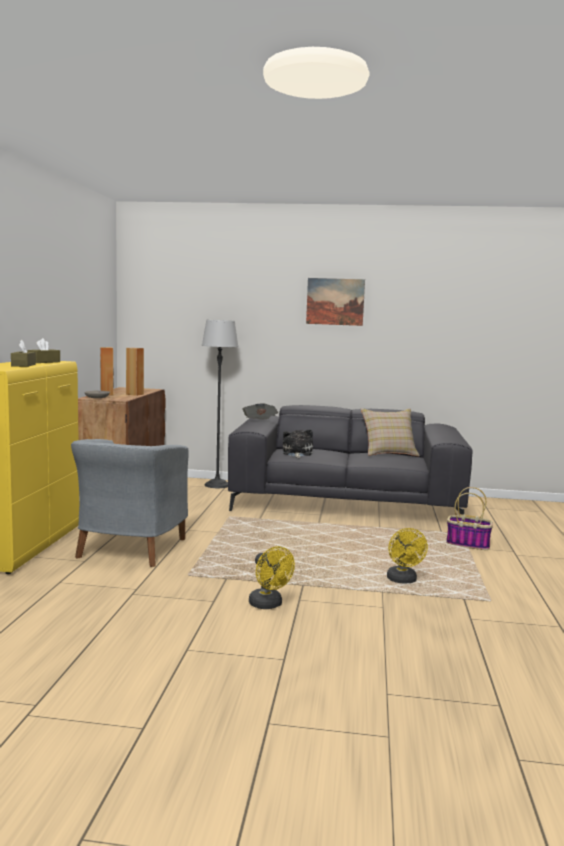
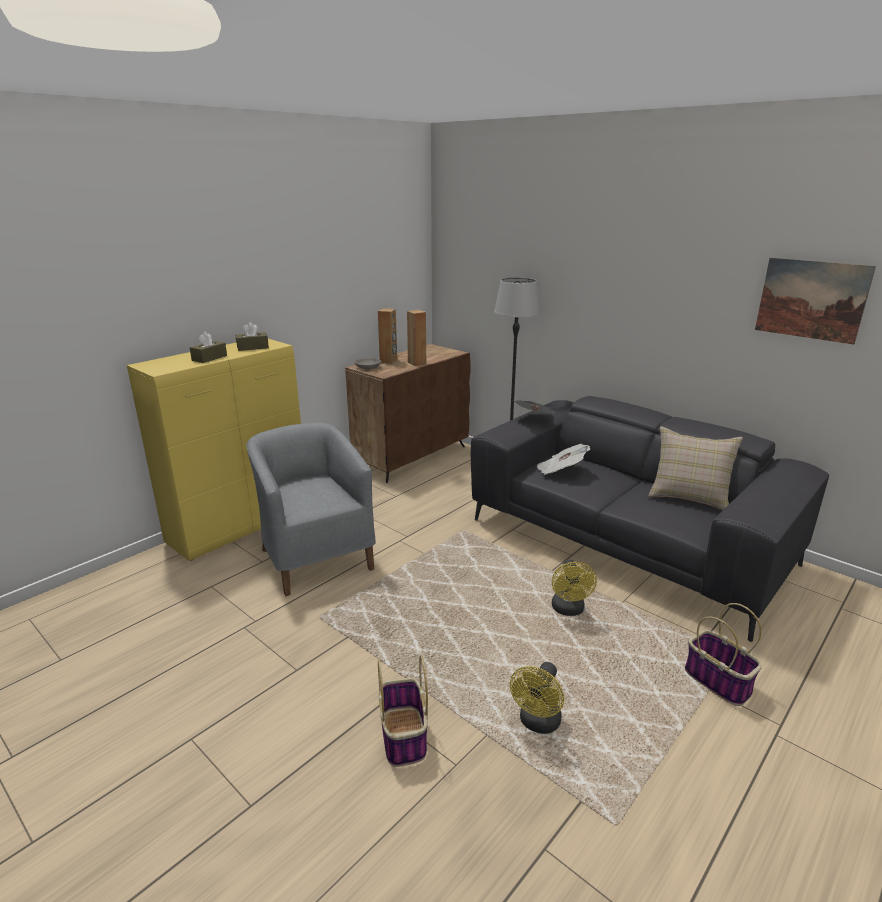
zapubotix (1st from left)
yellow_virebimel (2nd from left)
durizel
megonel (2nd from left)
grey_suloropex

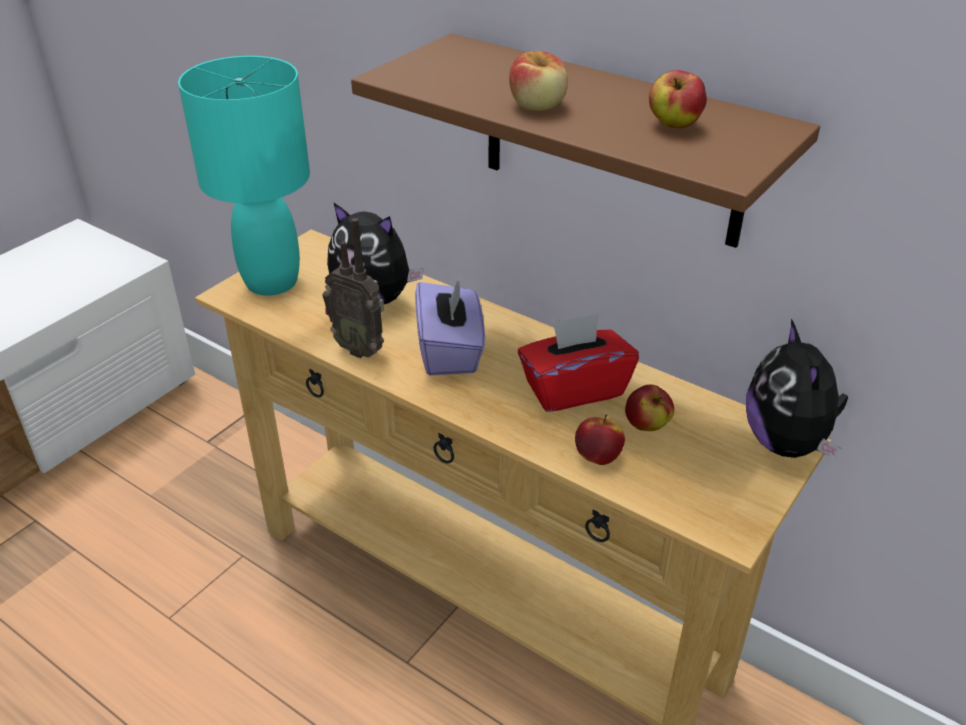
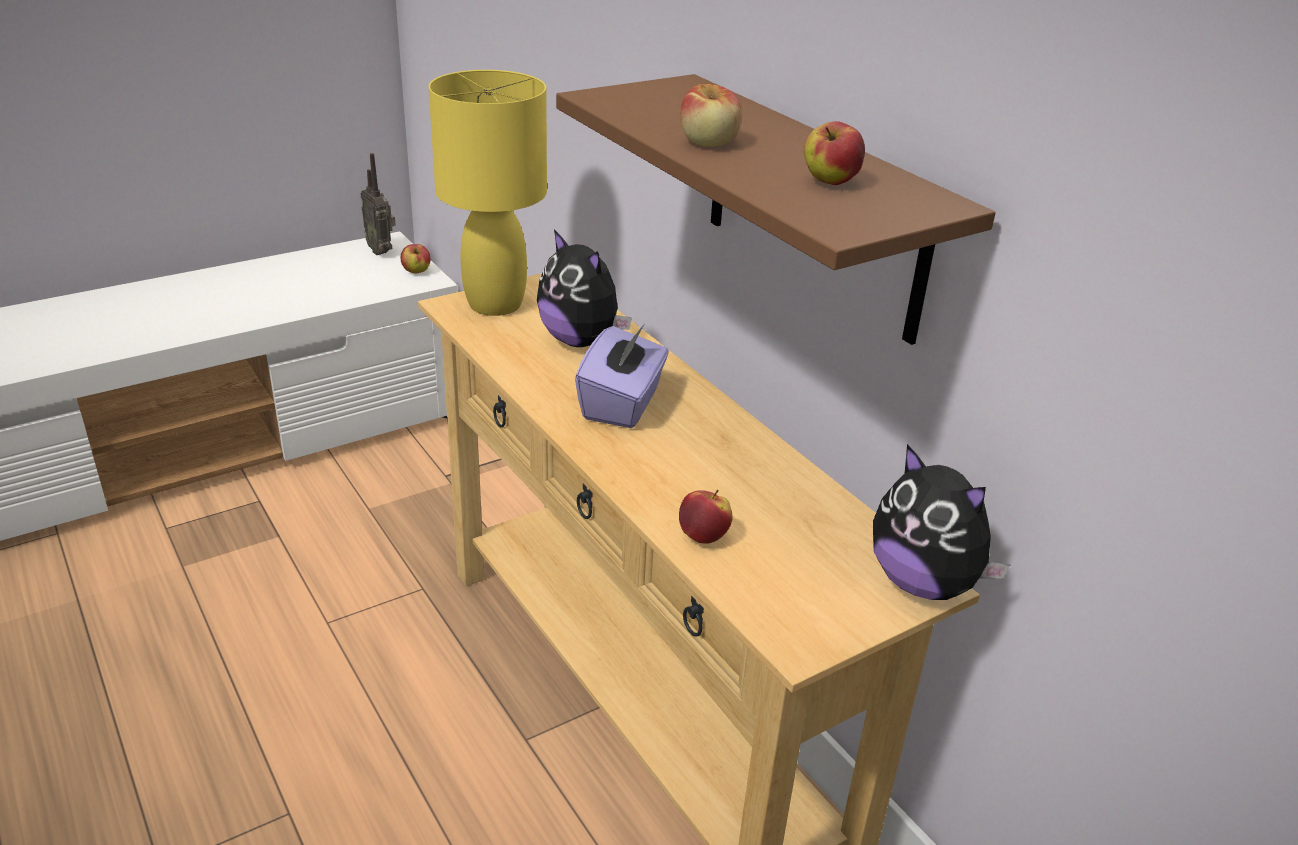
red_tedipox
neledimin
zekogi (1st from left)
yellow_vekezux
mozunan (2nd from left)

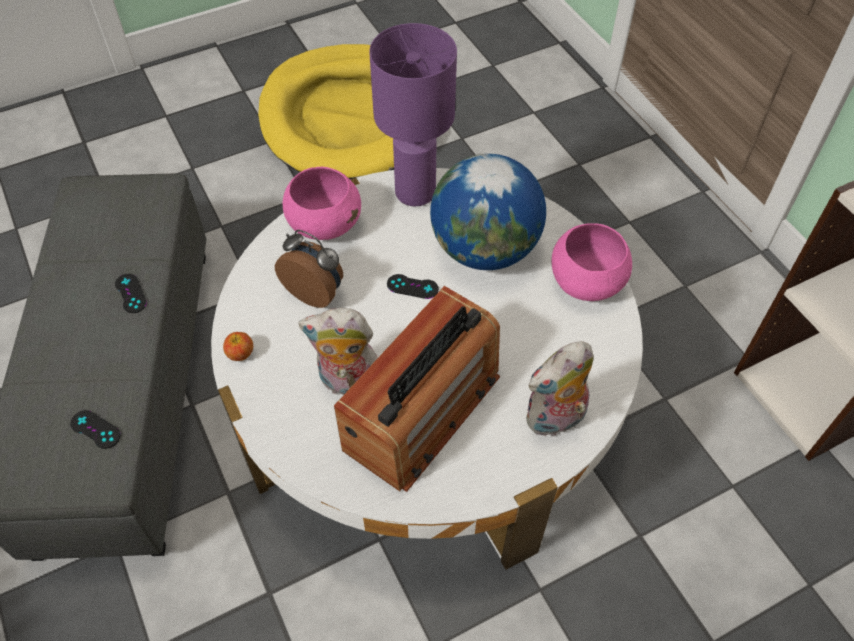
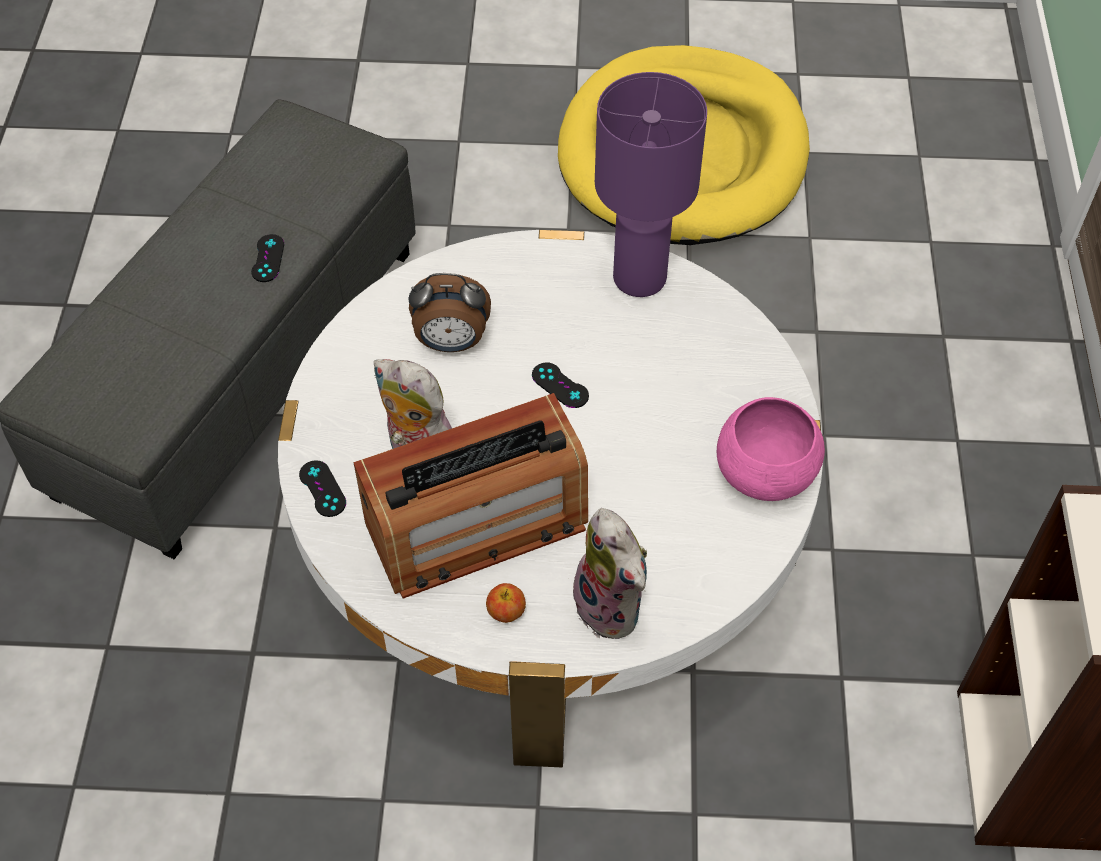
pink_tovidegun (1st from left in the first image)
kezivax
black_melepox (2nd from left)
zekogi
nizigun
mozunan (2nd from left)

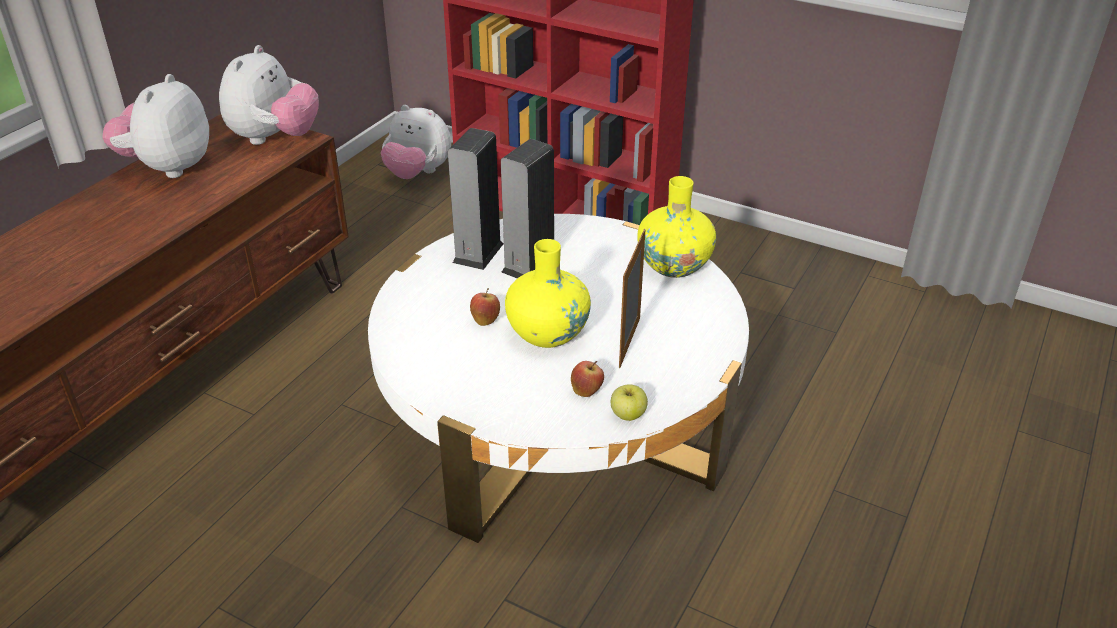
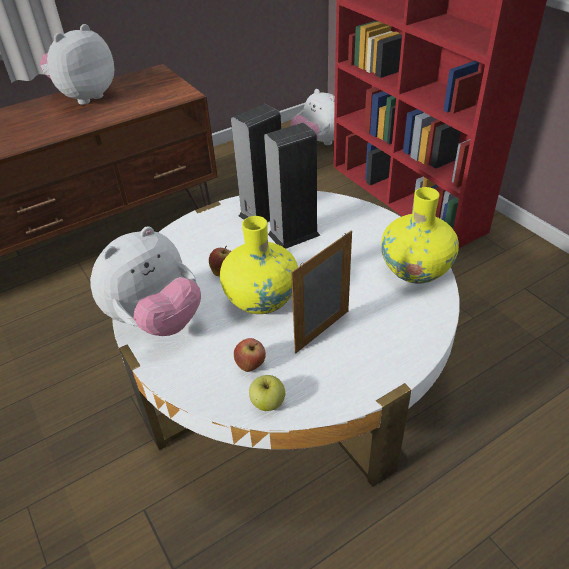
mozunan (2nd from left)

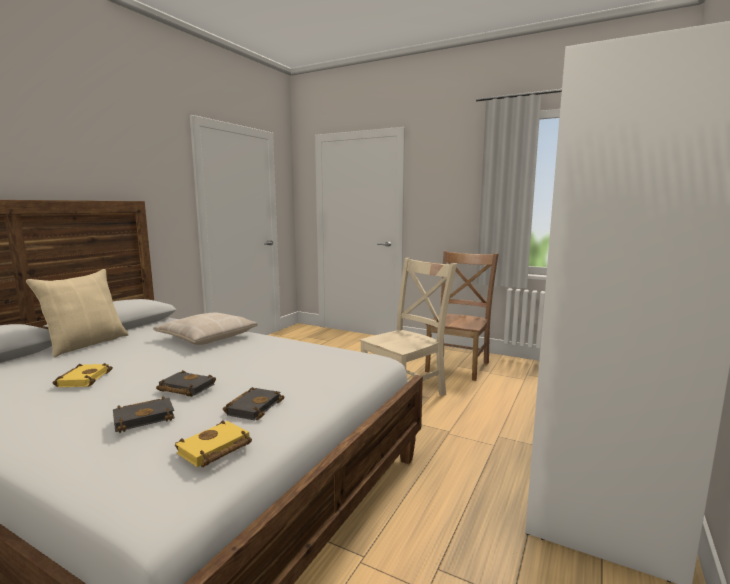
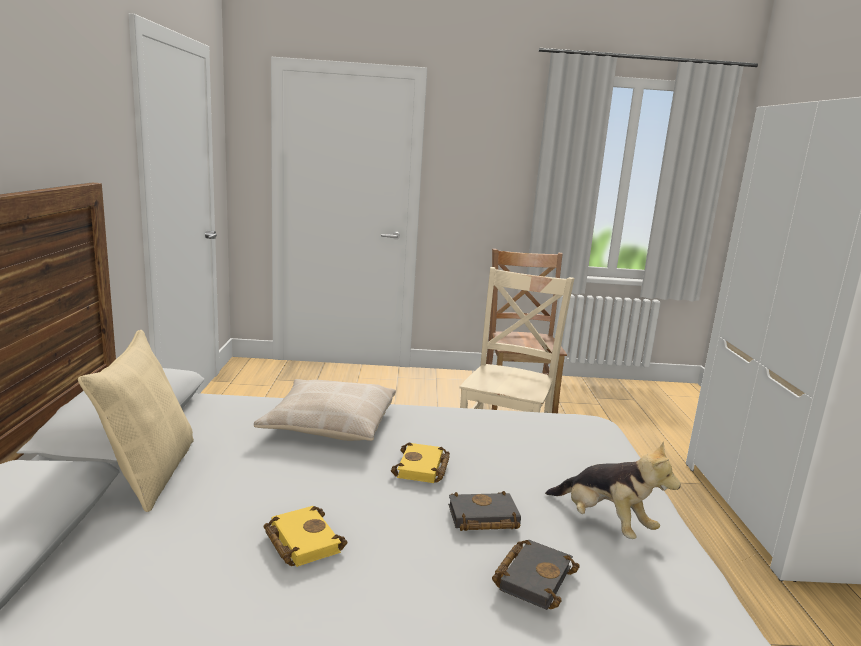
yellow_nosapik (2nd from left)
mozunan

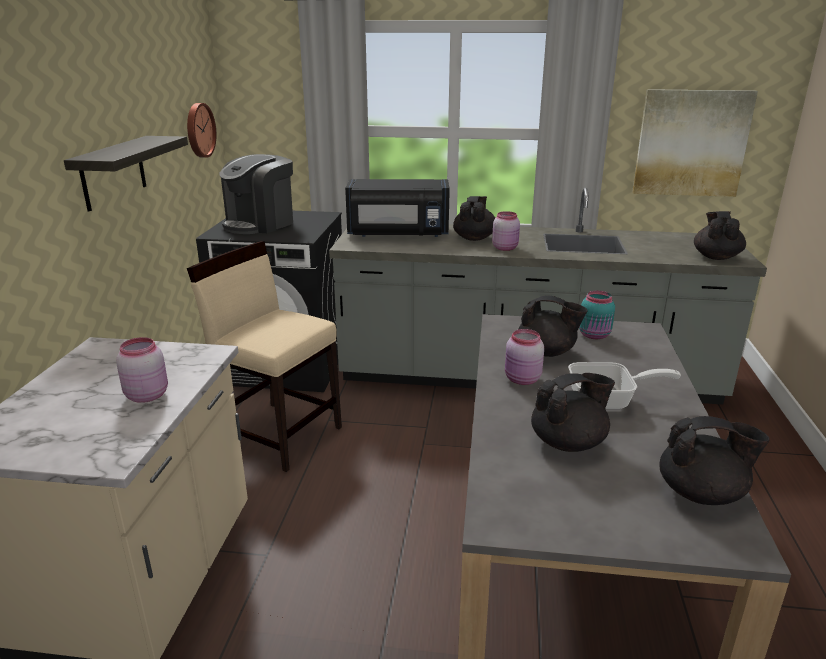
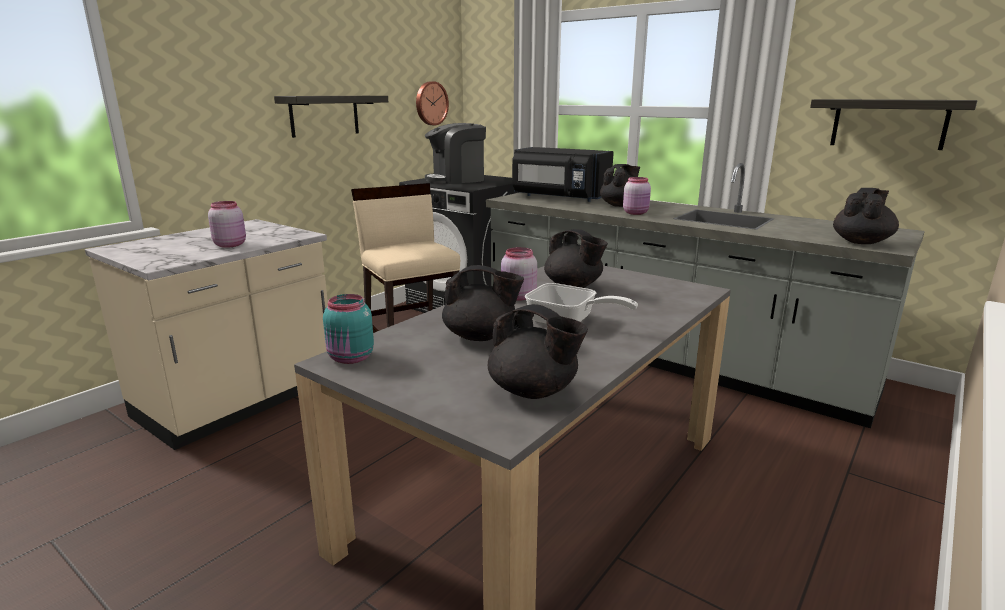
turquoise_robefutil
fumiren (2nd from left)

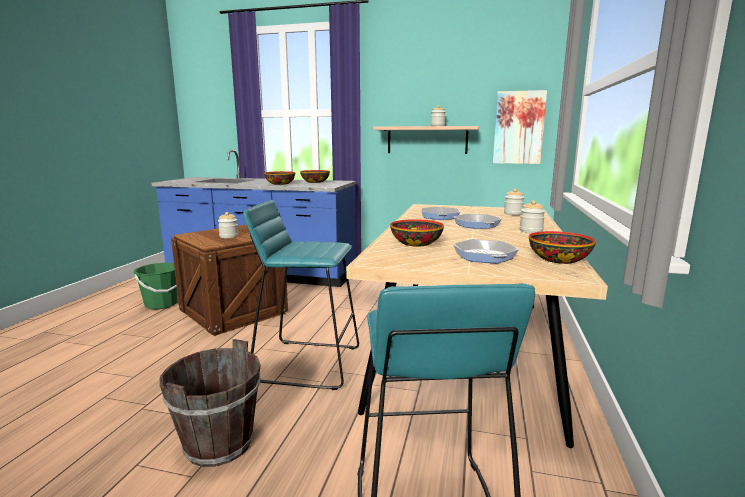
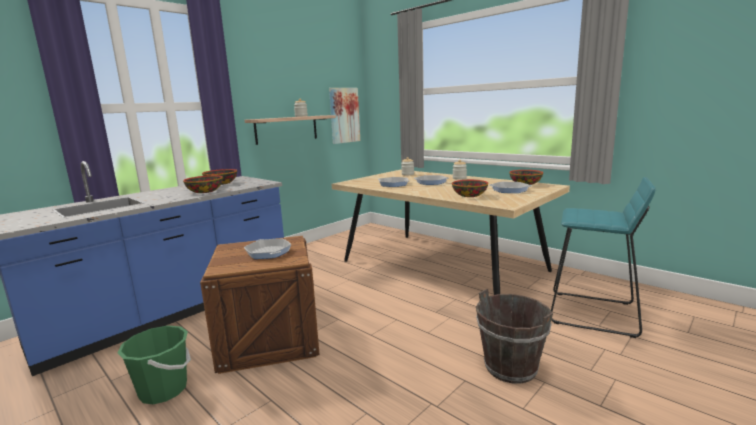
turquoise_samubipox (1st from left in the first image)
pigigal (1st from left)

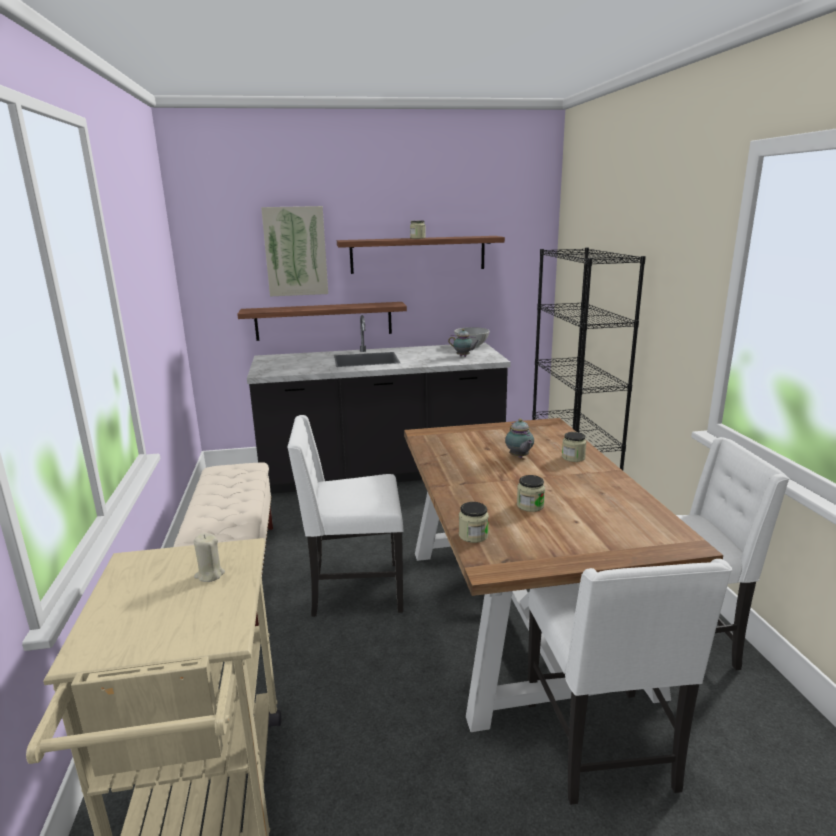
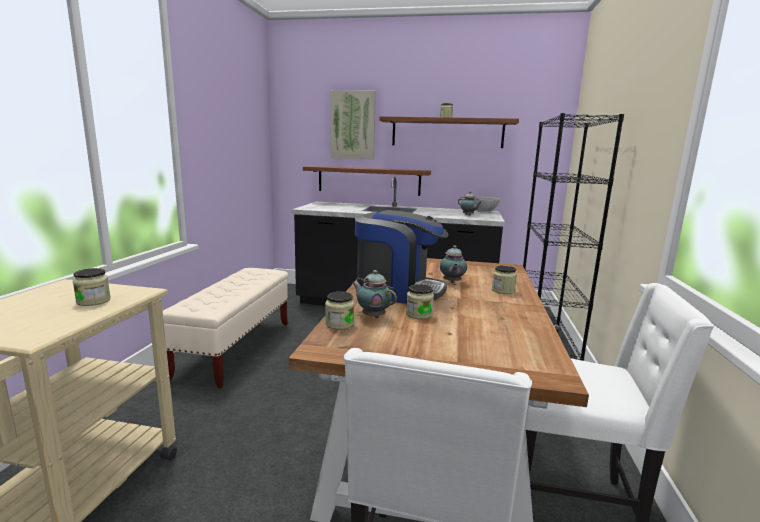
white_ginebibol (1st from left in the first image)
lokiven (1st from left)
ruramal
robefutil (1st from left)

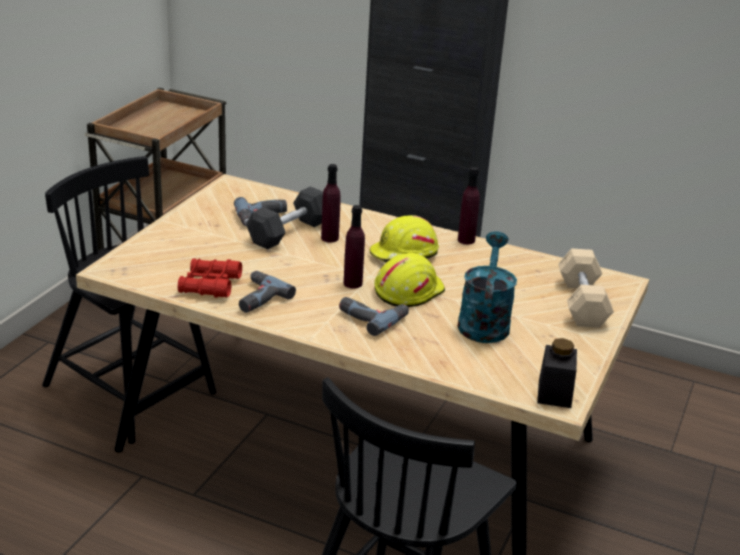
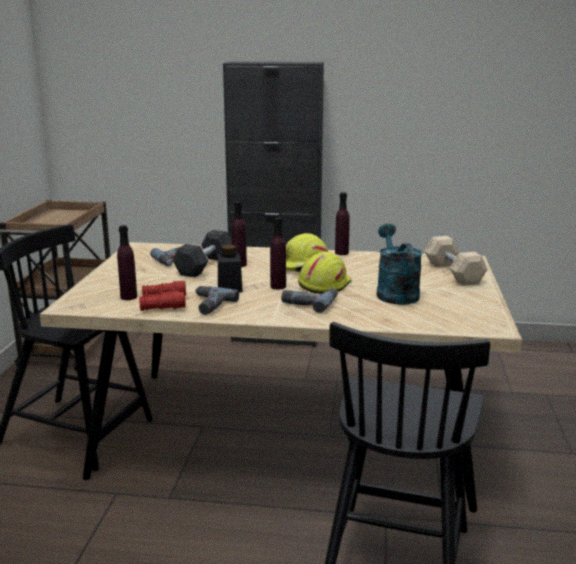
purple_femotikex (1st from left)
black_robefutil

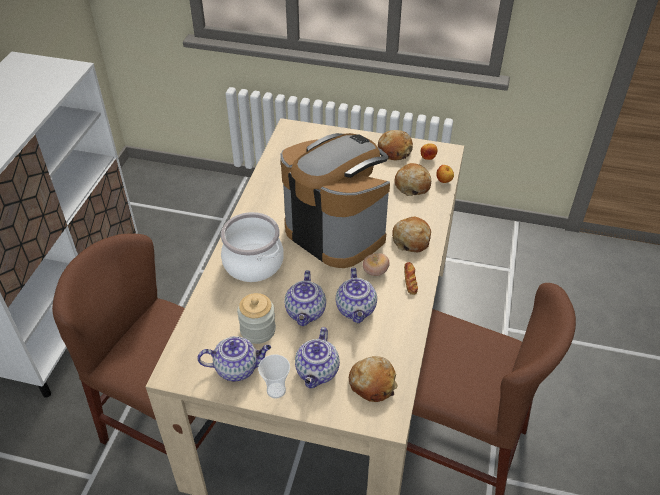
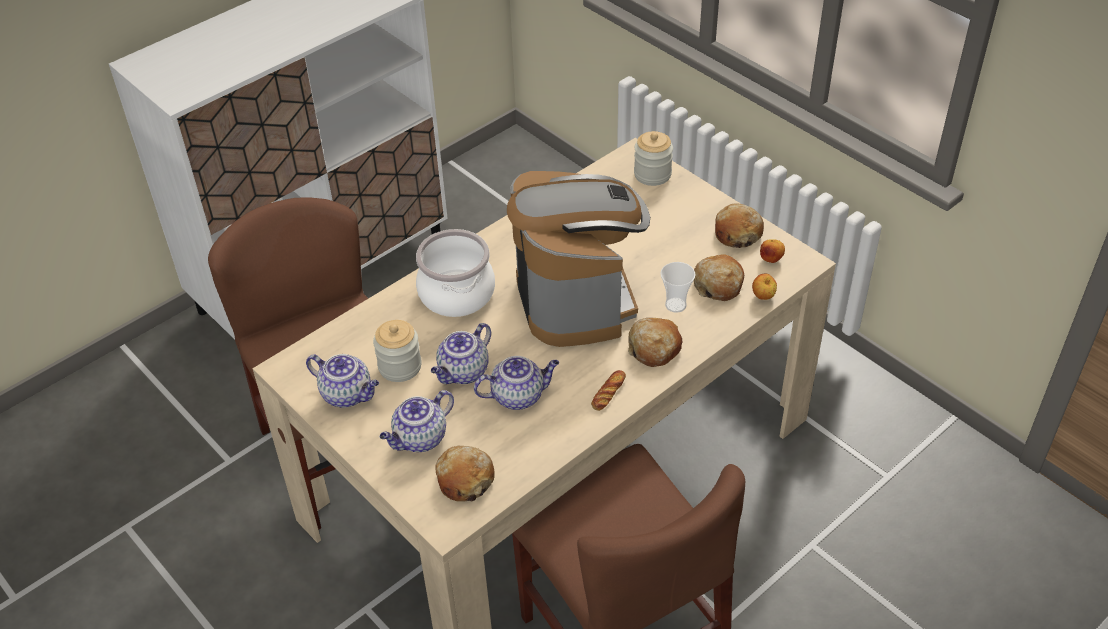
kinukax
robefutil (2nd from left)
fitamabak
lokiven (4th from left)

